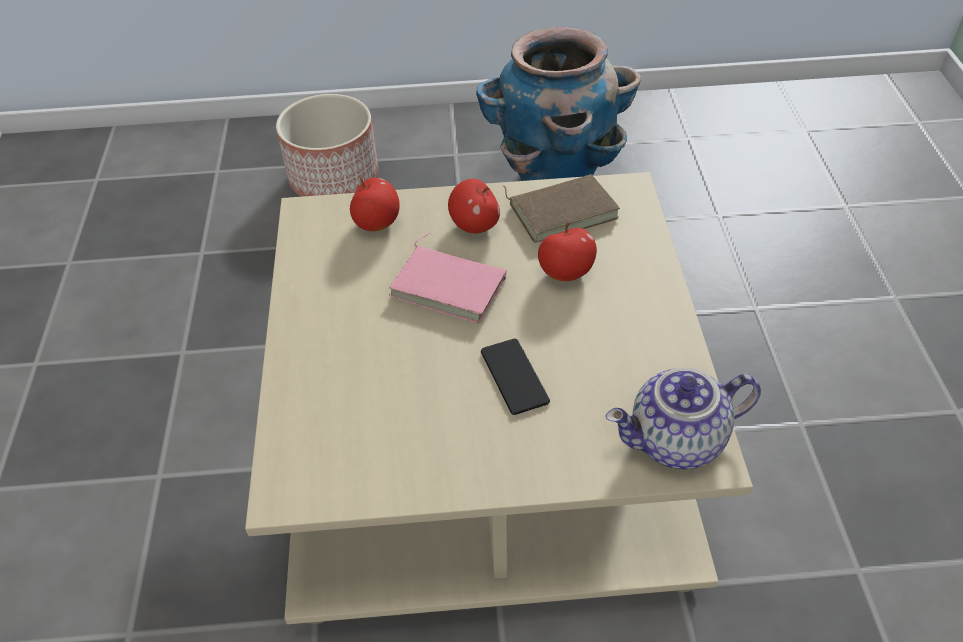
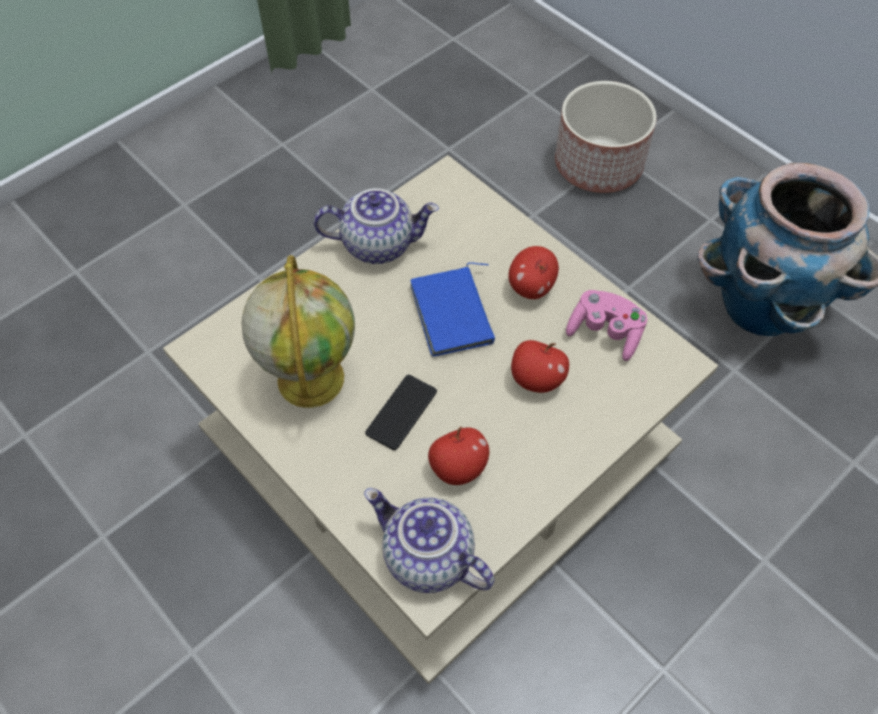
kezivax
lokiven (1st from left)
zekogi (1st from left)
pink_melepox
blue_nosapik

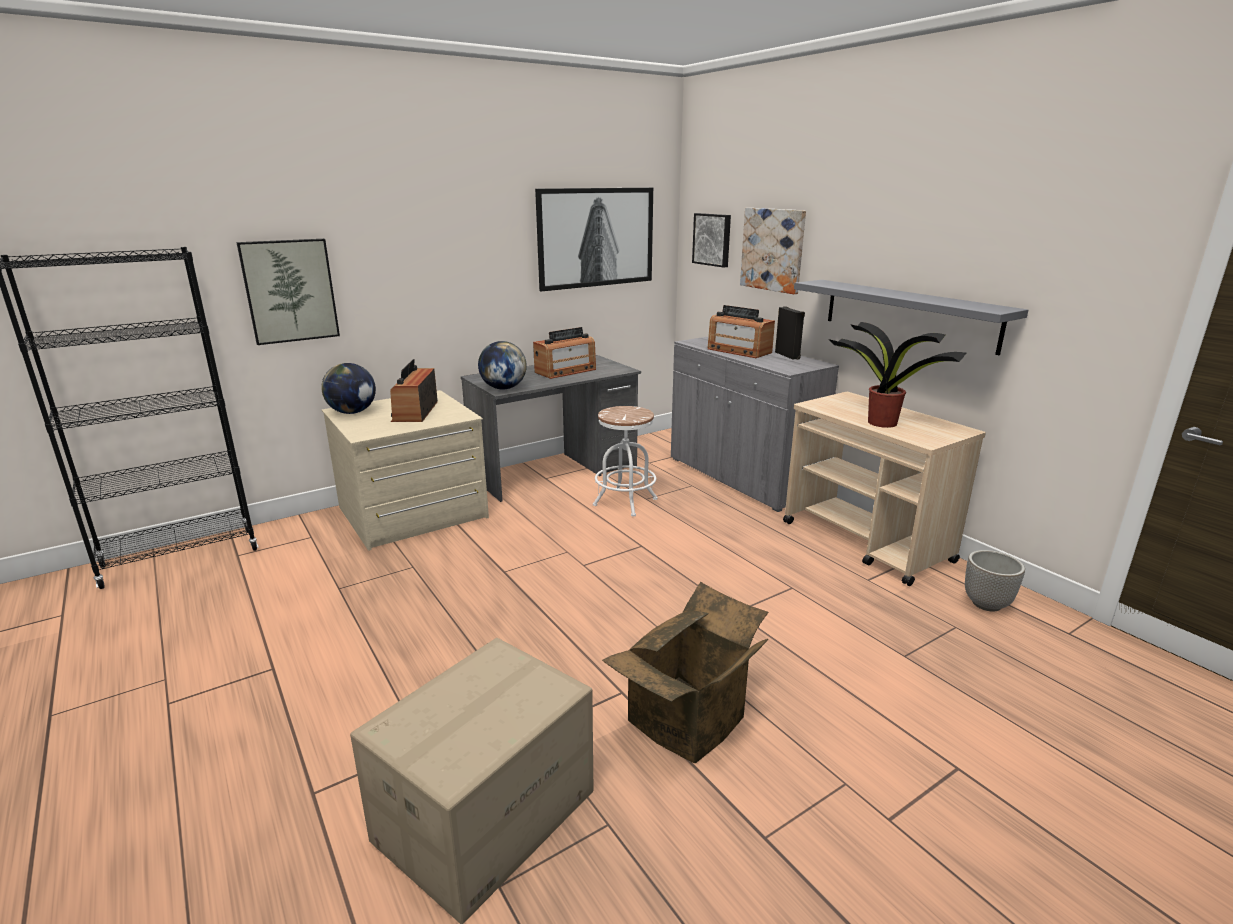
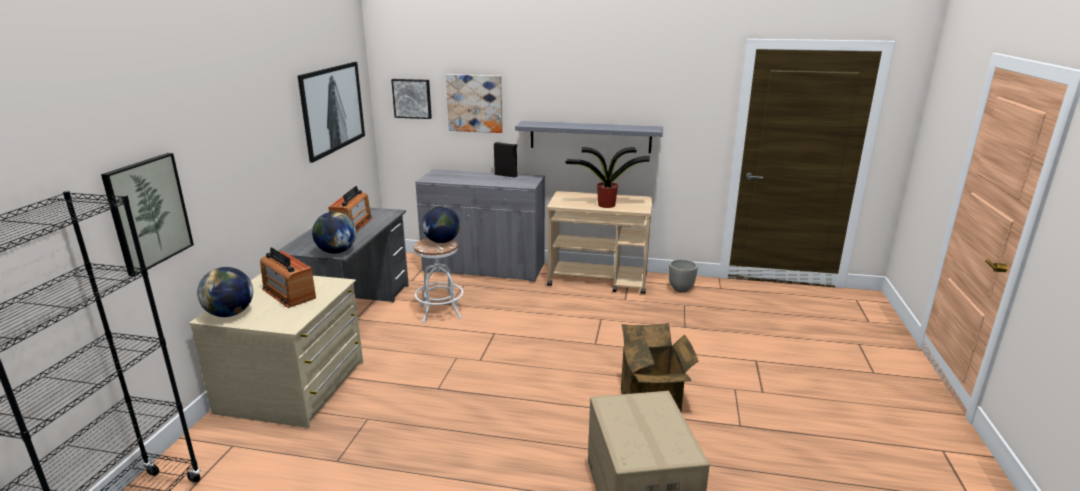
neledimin (3rd from left in the first image)
kezivax (3rd from left)

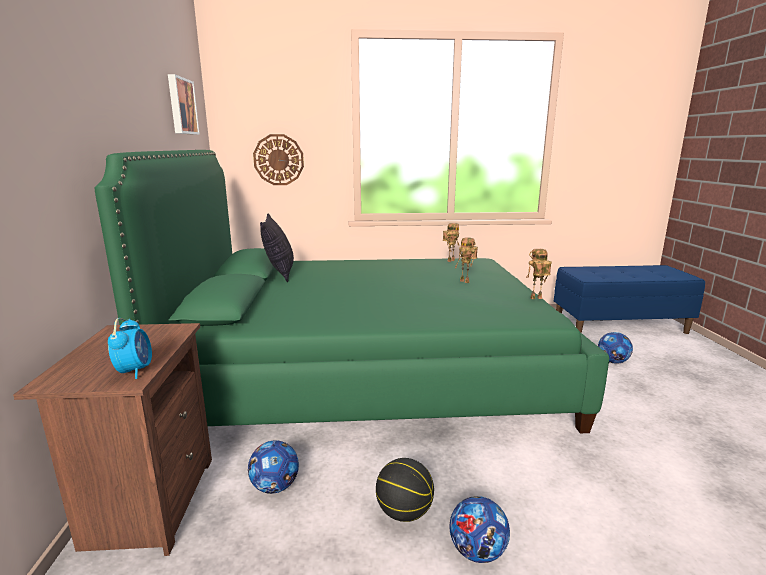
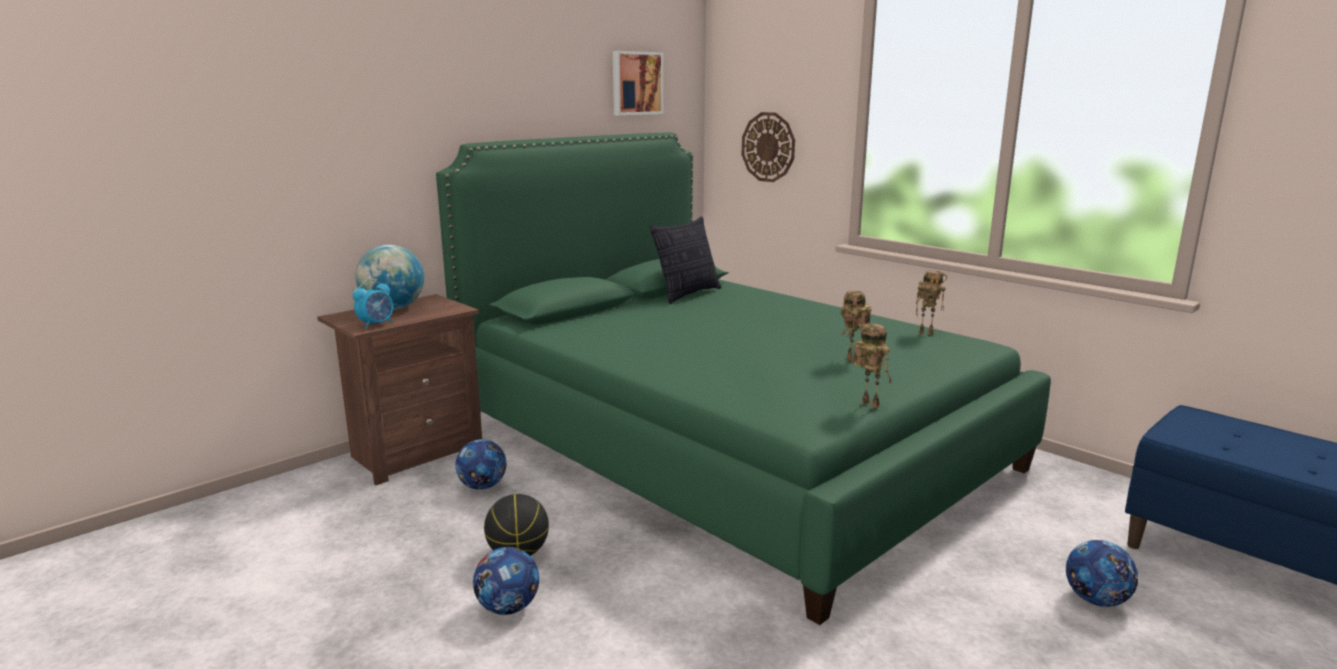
kezivax

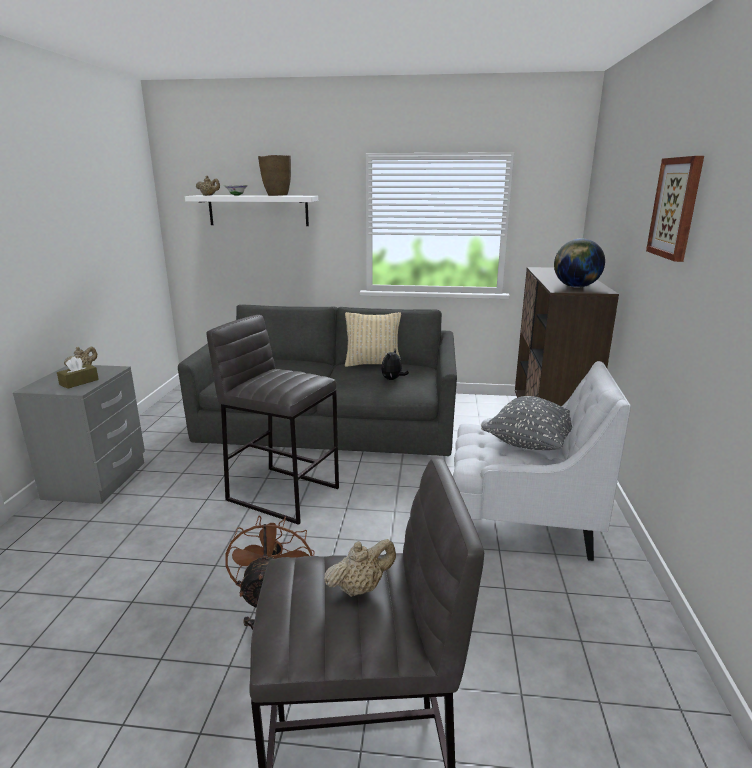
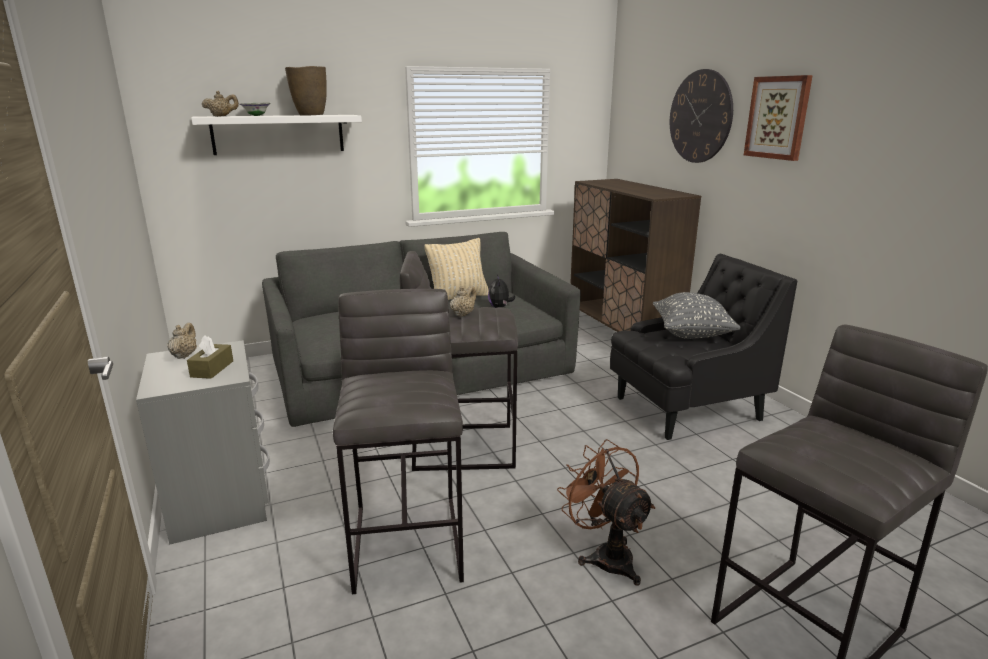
kezivax
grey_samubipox (1st from left)
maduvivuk
beige_lokiven (3rd from left)
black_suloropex

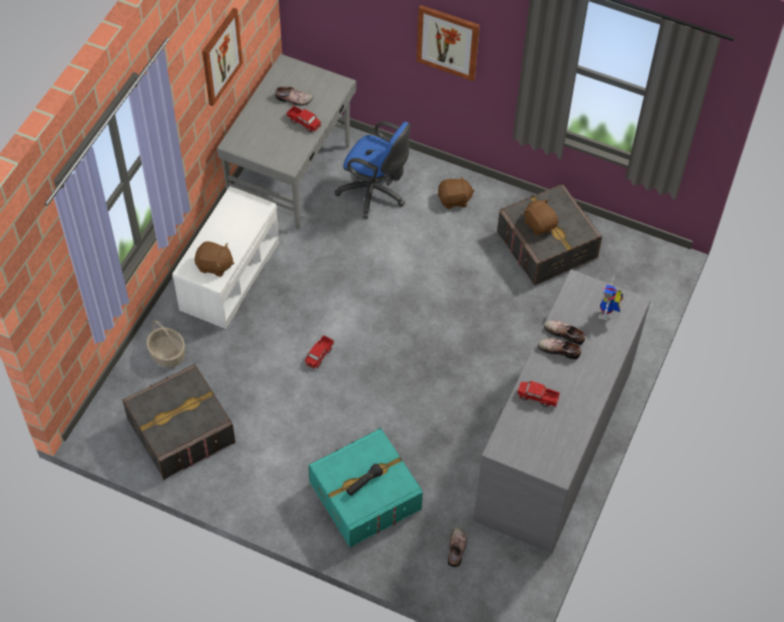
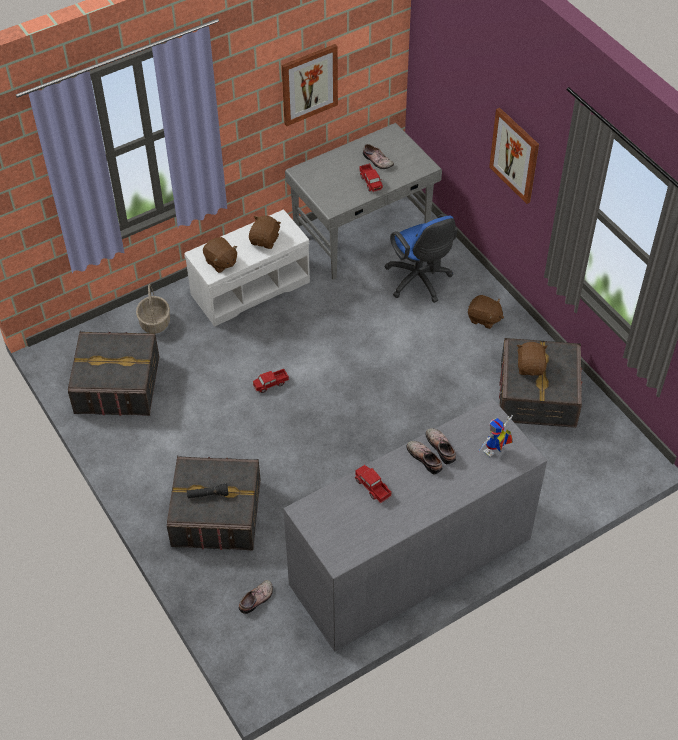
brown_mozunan (2nd from left)
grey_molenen (2nd from left)

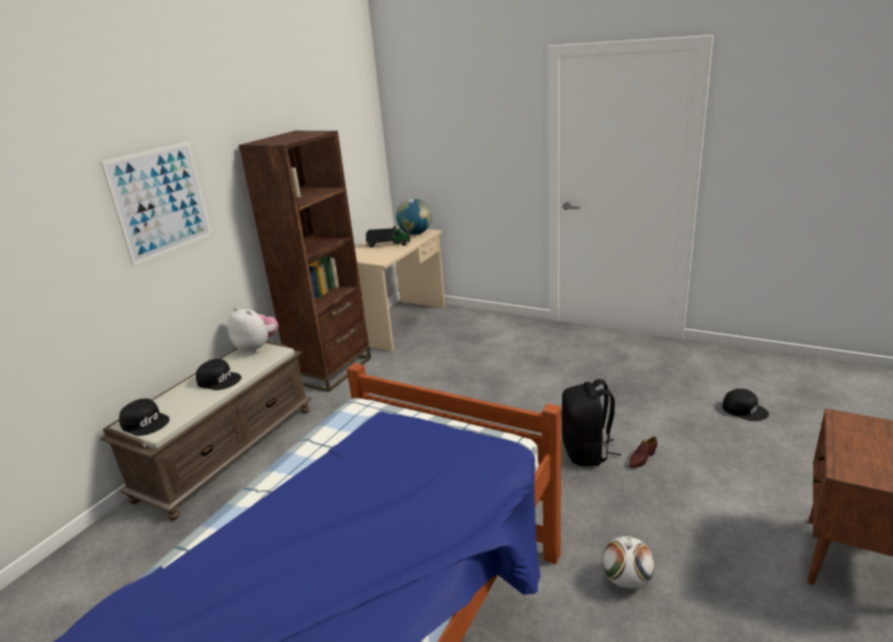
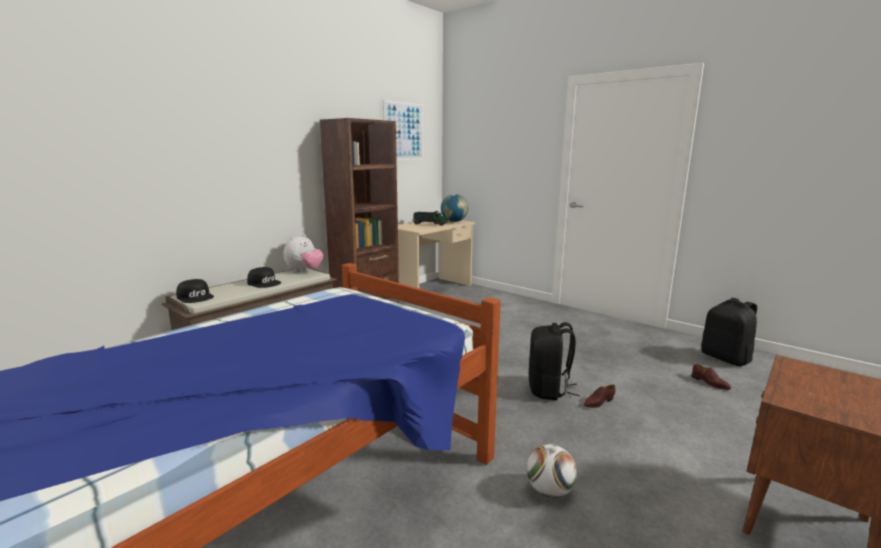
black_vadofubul (2nd from left)
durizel
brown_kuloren (2nd from left)
mozunan

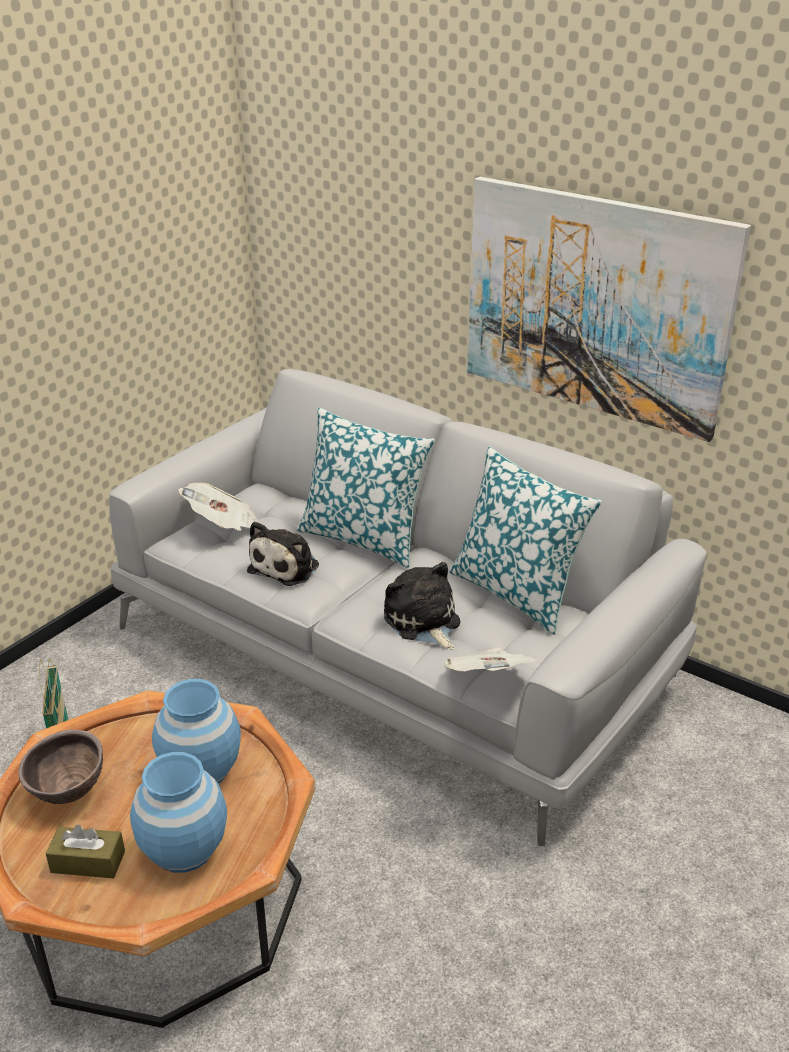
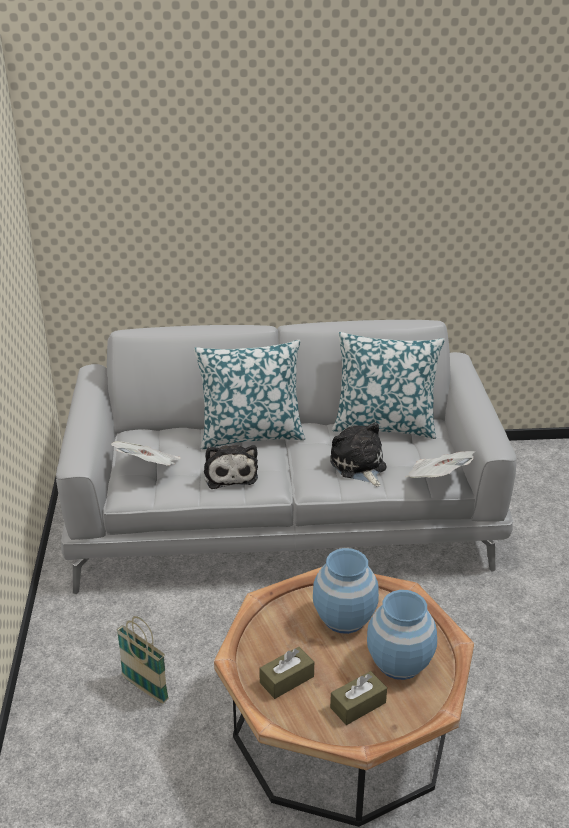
durizel
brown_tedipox (1st from left)
mozunan (2nd from left)

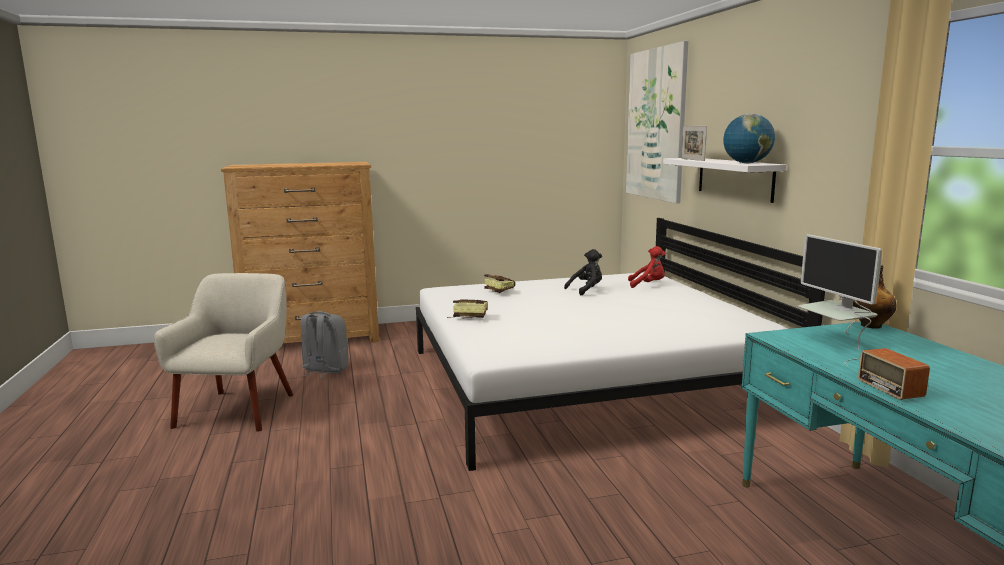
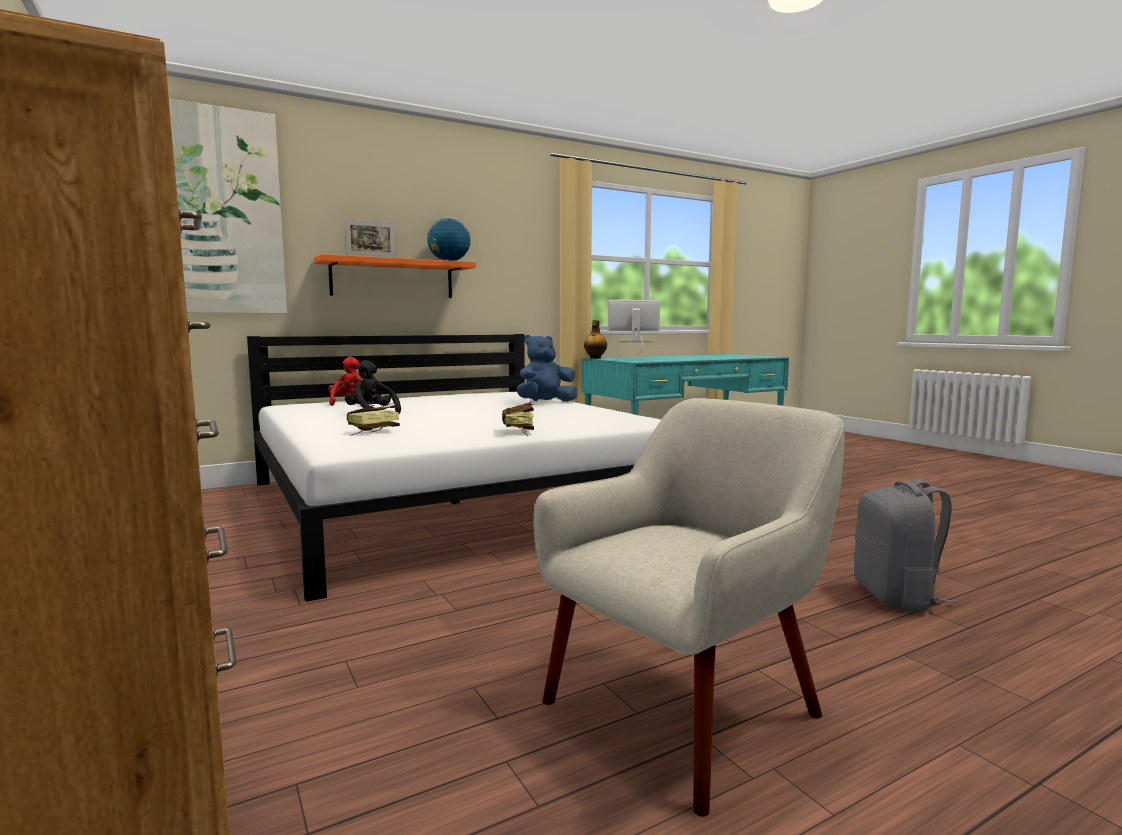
neledimin
blue_mozunan
grey_vadofubul
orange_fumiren
beige_suloropex
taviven

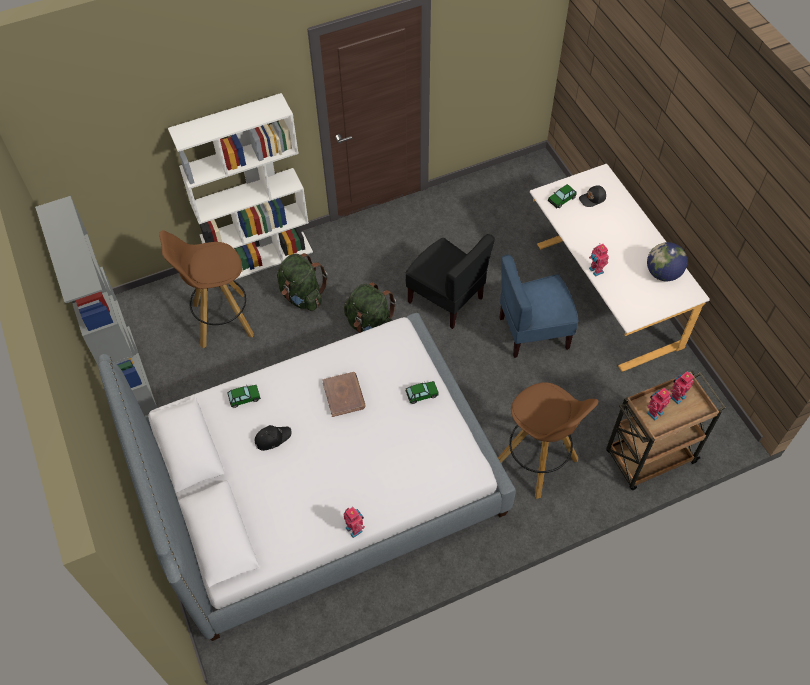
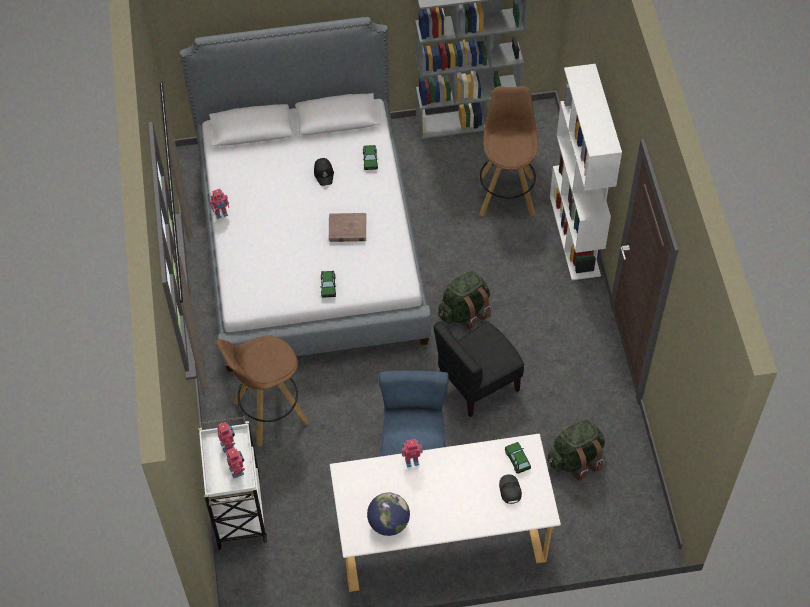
green_vadofubul (2nd from left)
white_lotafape

